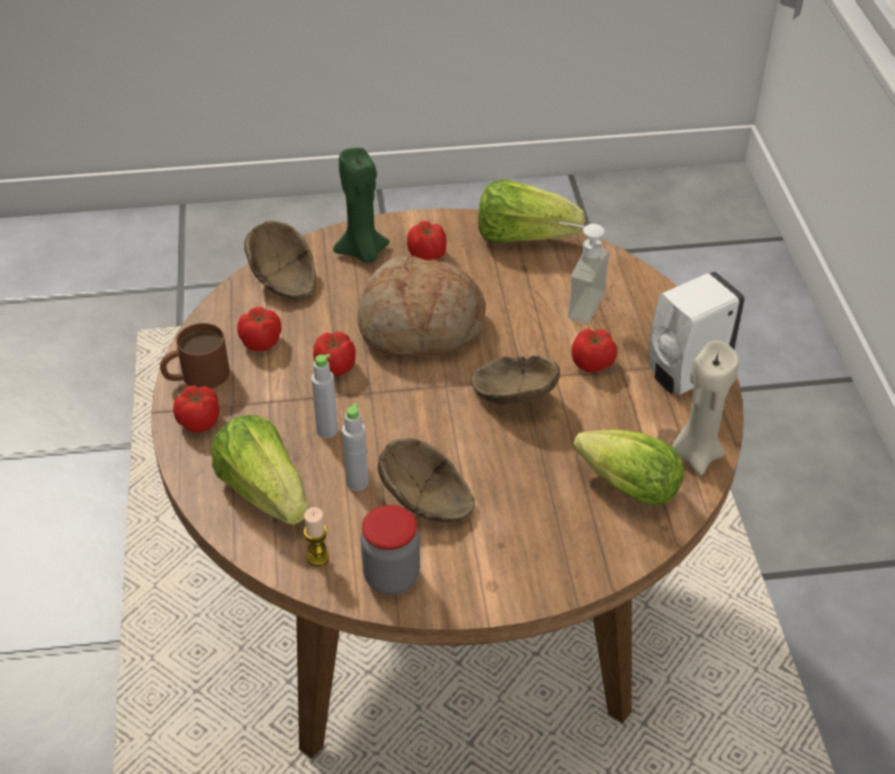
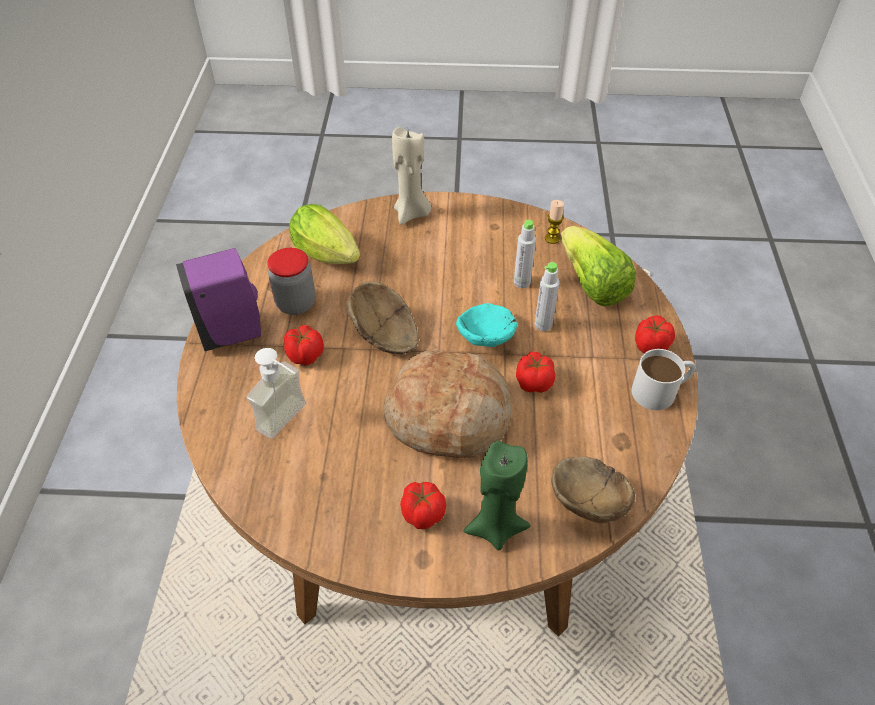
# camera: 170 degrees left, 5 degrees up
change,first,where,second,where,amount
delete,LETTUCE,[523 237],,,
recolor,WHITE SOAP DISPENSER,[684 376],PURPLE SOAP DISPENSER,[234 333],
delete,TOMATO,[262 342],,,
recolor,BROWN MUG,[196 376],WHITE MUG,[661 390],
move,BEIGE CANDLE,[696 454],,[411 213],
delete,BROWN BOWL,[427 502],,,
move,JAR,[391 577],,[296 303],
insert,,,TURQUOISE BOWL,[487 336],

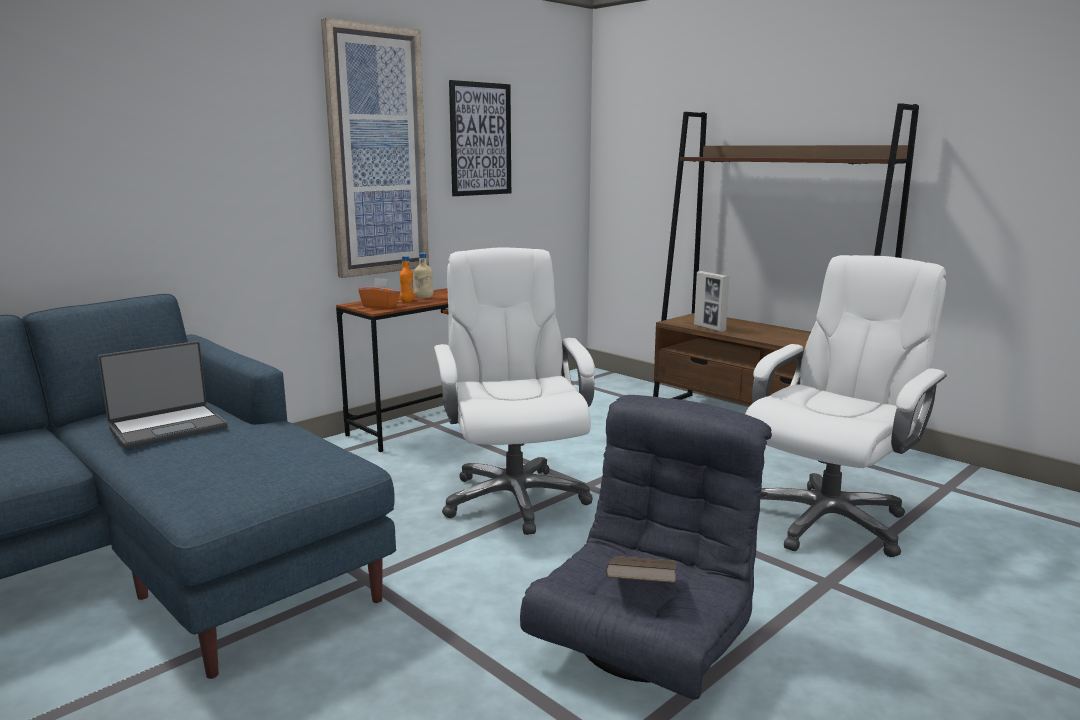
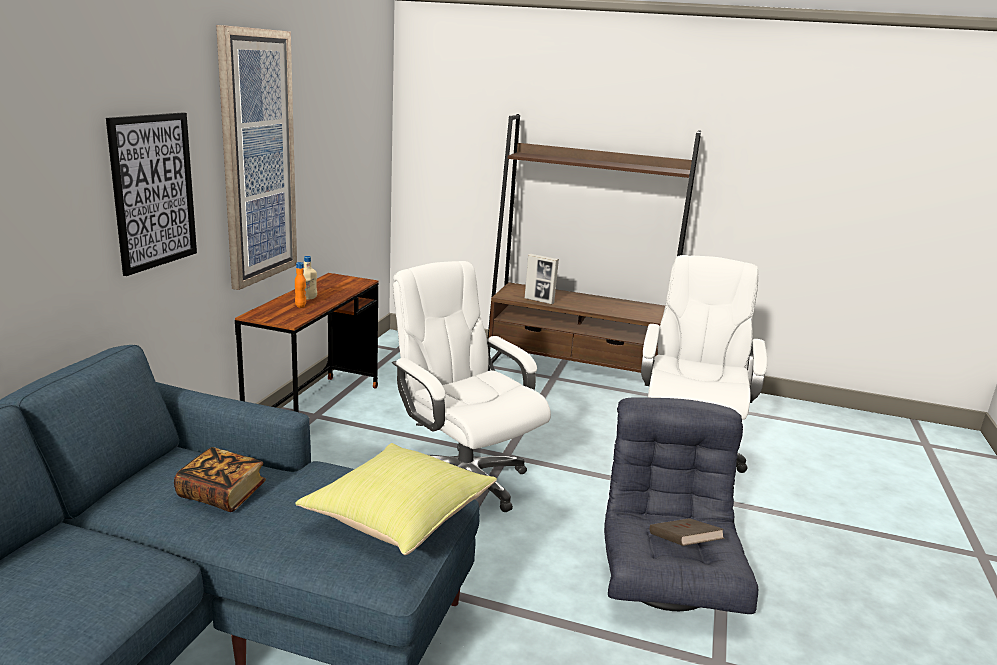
# camera: 30 degrees left, 5 degrees up
change,first,where,second,where,amount
move,PICTURE,[480 139],,[153 191],
delete,ORANGE TISSUE BOX,[380 306],,,
replace,LAPTOP,[168 428],BOOK,[222 494],
insert,,,YELLOW PILLOW,[399 518],

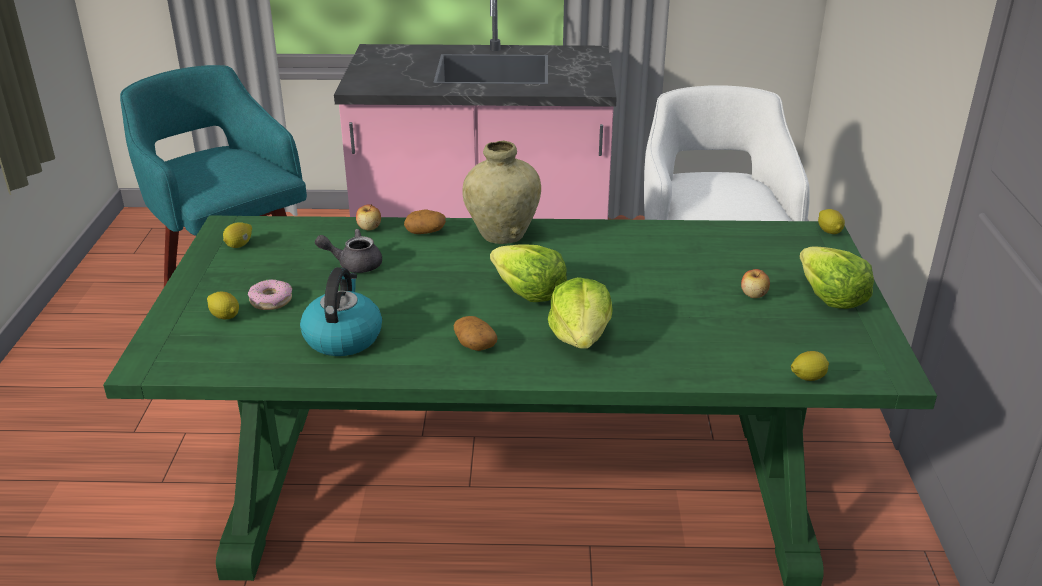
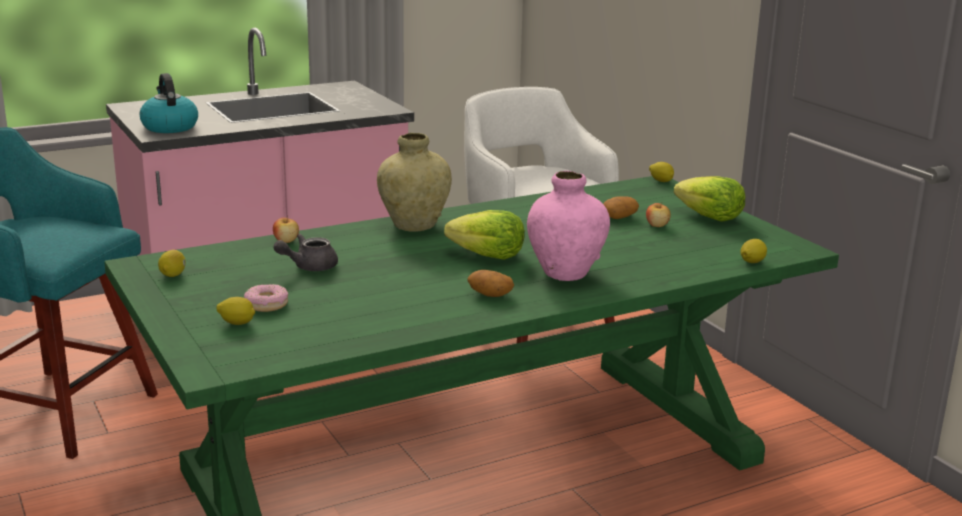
# camera: 30 degrees left, 10 degrees down
change,first,where,second,where,amount
move,POTATO,[425 231],,[619 217],
move,KETTLE,[343 337],,[169 127],
replace,LETTUCE,[580 336],PINK VASE,[565 273],

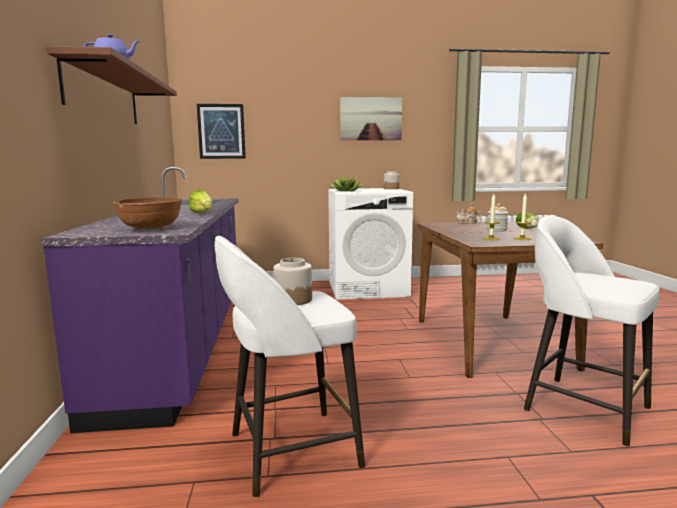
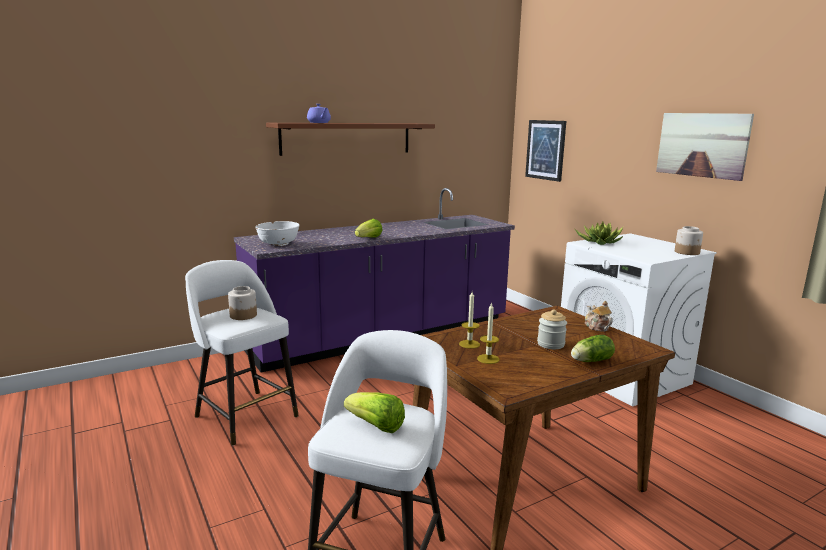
# camera: 65 degrees right, 5 degrees up
change,first,where,second,where,amount
recolor,BROWN BOWL,[150 229],WHITE BOWL,[278 244],
insert,,,LETTUCE,[376 426],

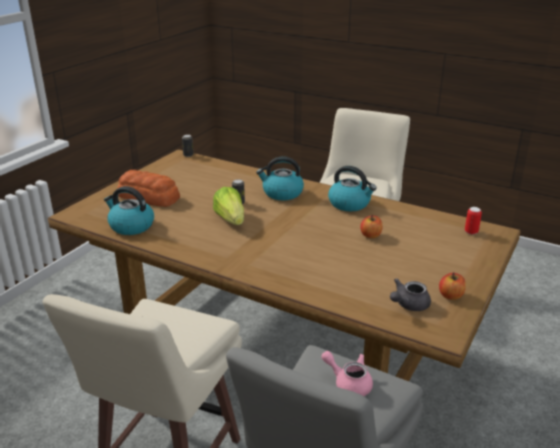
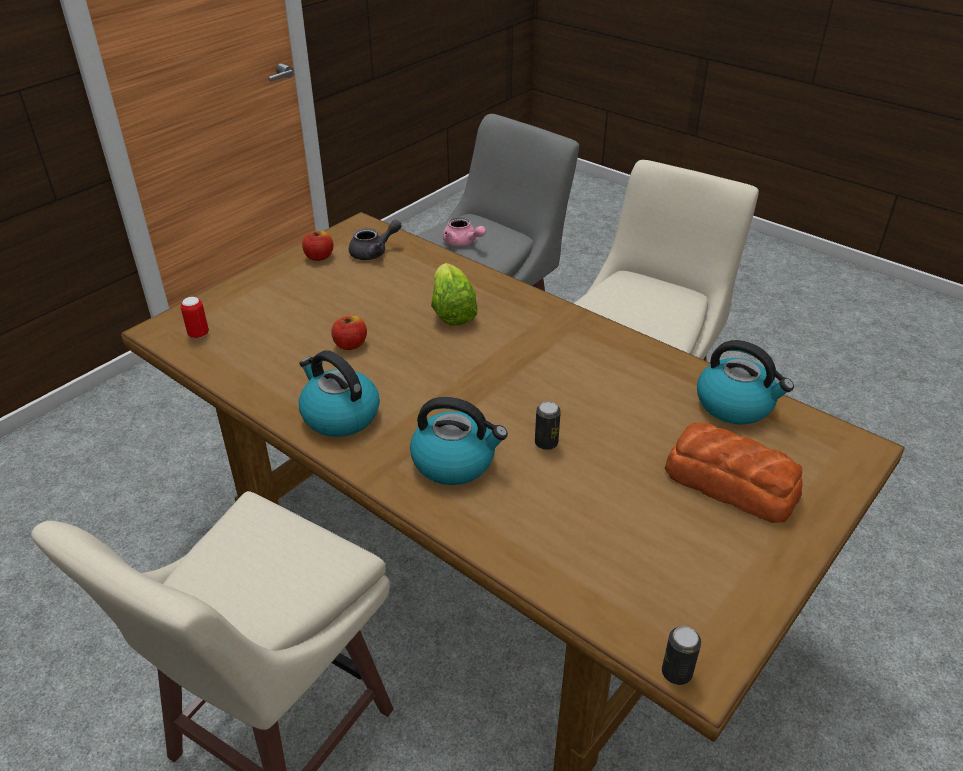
# camera: 170 degrees left, 10 degrees up
change,first,where,second,where,amount
move,LETTUCE,[231 219],,[452 311],

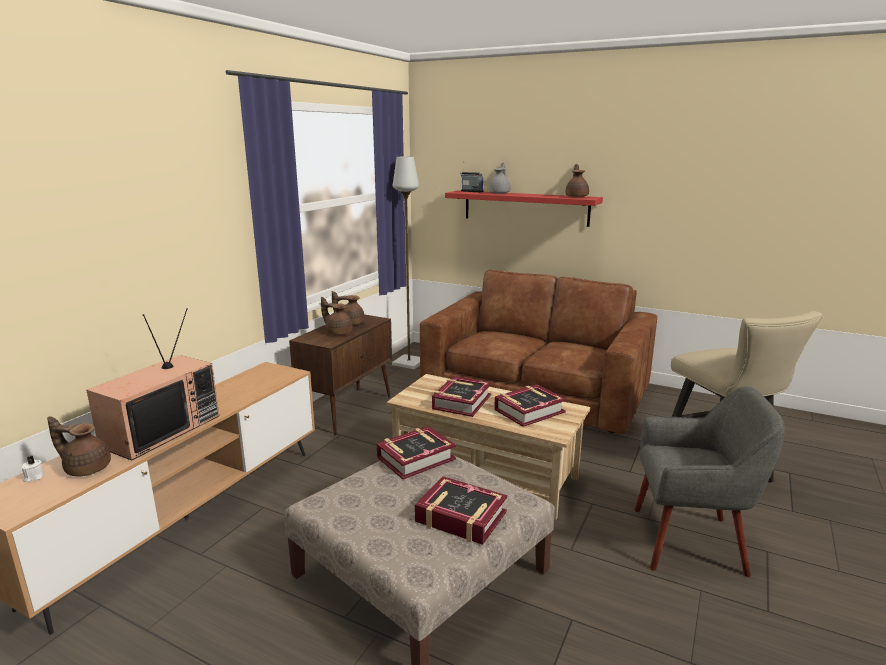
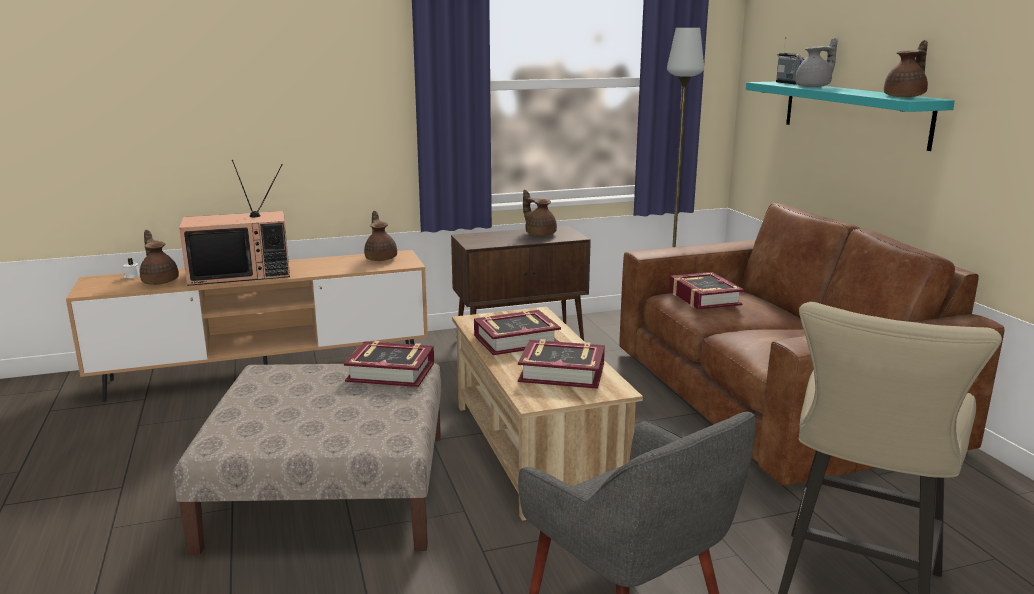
# camera: 45 degrees right, 0 degrees up
change,first,where,second,where,amount
recolor,RED SHELF,[525 208],TURQUOISE SHELF,[853 112],
move,BROWN TEAPOT,[338 332],,[381 258],
move,BOOK,[460 517],,[704 298],

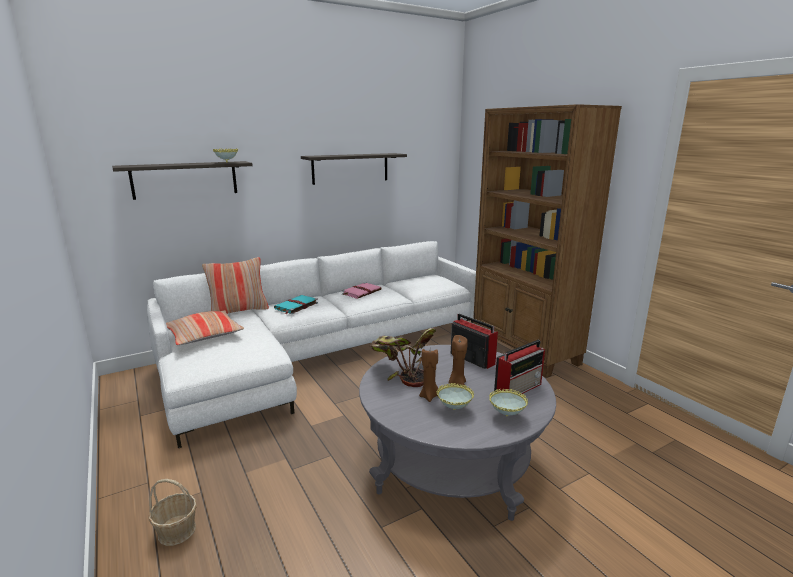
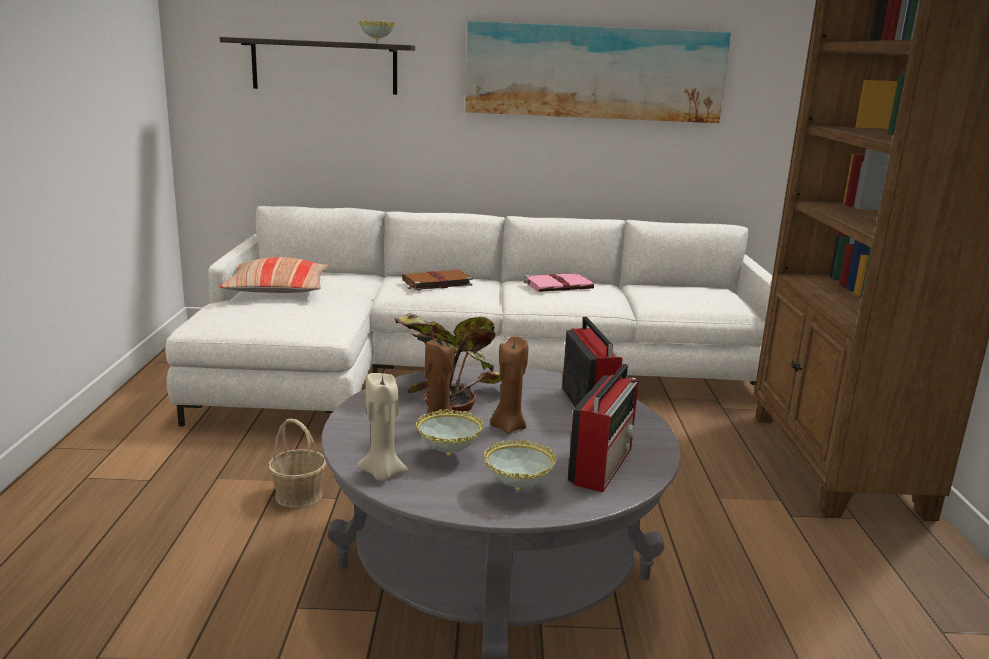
# camera: 30 degrees right, 0 degrees up
change,first,where,second,where,amount
replace,SHELF,[350 168],PICTURE,[594 72],
delete,PILLOW,[239 311],,,
recolor,TURQUOISE BOOK,[296 306],BROWN BOOK,[435 282],
rotate,RADIO,[519 388],,[602 464],60 degrees counterclockwise
move,BASKET,[177 531],,[299 495],
insert,,,BEIGE CANDLE,[382 474],

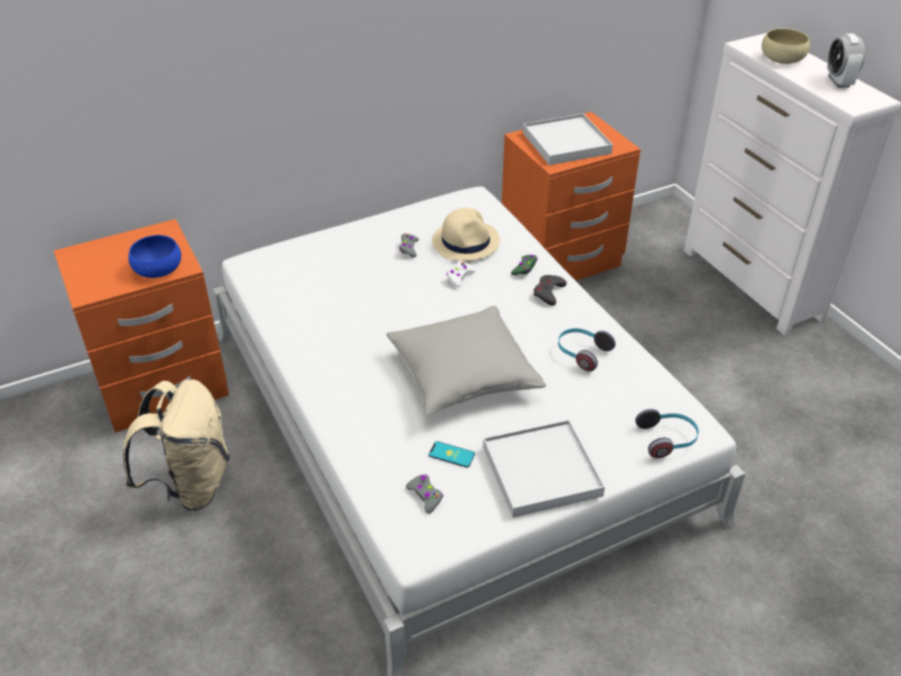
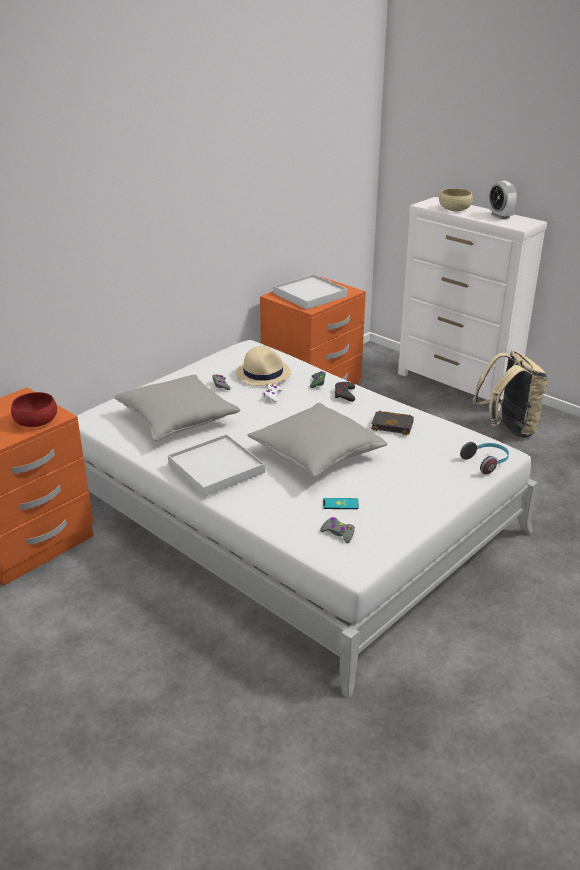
# camera: 20 degrees left, 10 degrees down
change,first,where,second,where,amount
recolor,BLUE BOWL,[158 268],RED BOWL,[36 421],
replace,HEADPHONES,[582 353],BLACK BOOK,[393 425],
move,BEIGE BACKPACK,[191 485],,[507 429],
move,WHITE TRAY,[541 471],,[216 468],
insert,,,GREY PILLOW,[177 419],

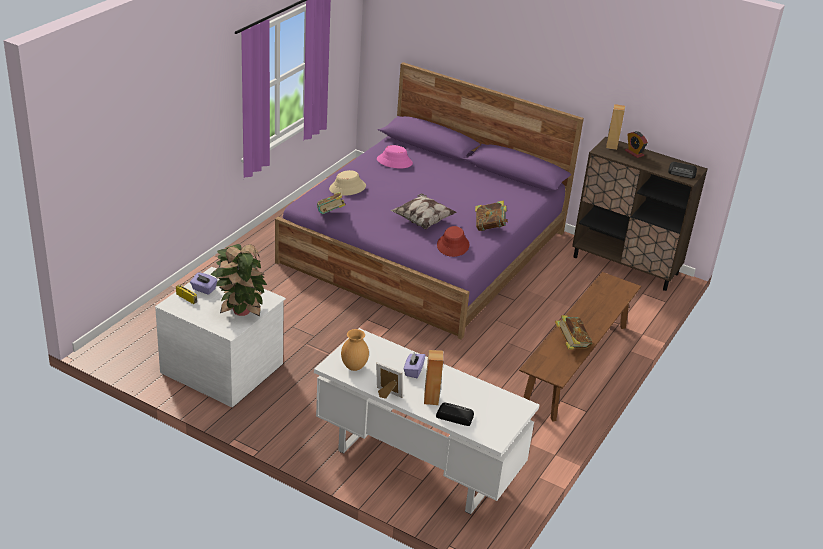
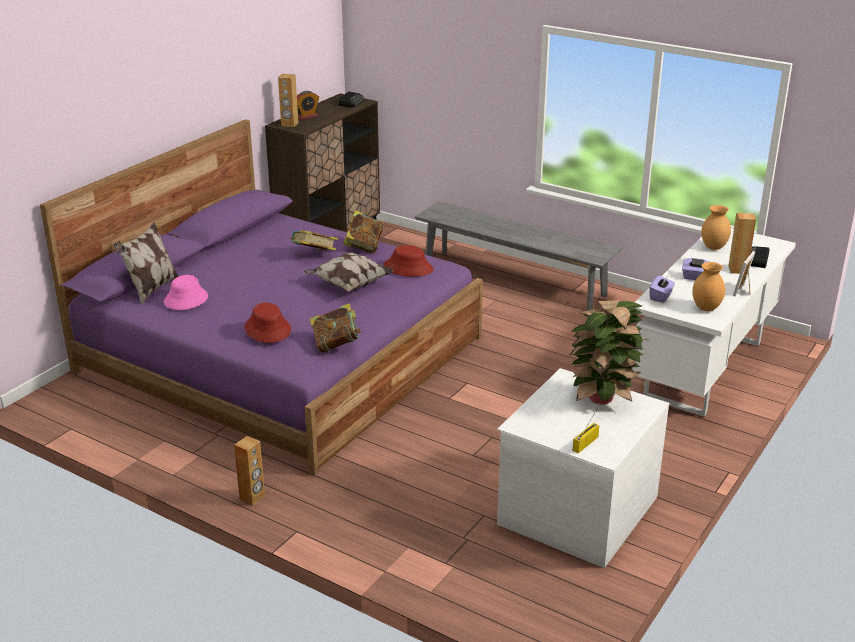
# camera: 85 degrees left, 5 degrees down
change,first,where,second,where,amount
recolor,BEIGE HAT,[347 188],RED HAT,[268 329],
recolor,BROWN BENCH,[576 365],GREY BENCH,[513 279],
move,PURPLE TISSUE BOX,[203 289],,[661 297],
move,BOOK,[571 344],,[314 255],
insert,,,BROWN VASE,[714 247],
insert,,,PILLOW,[151 289],
insert,,,BROWN SPEAKER,[252 498],

